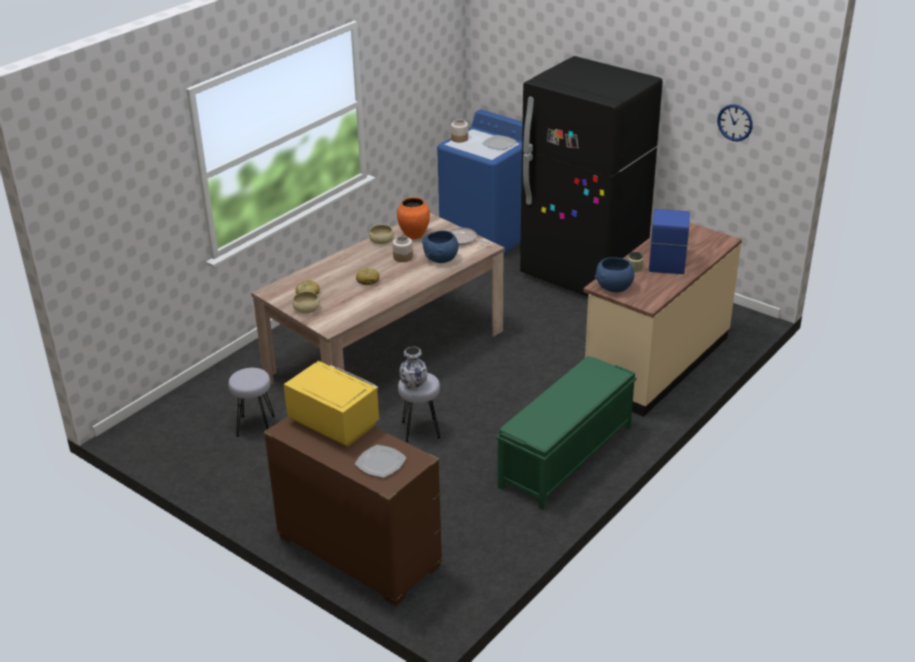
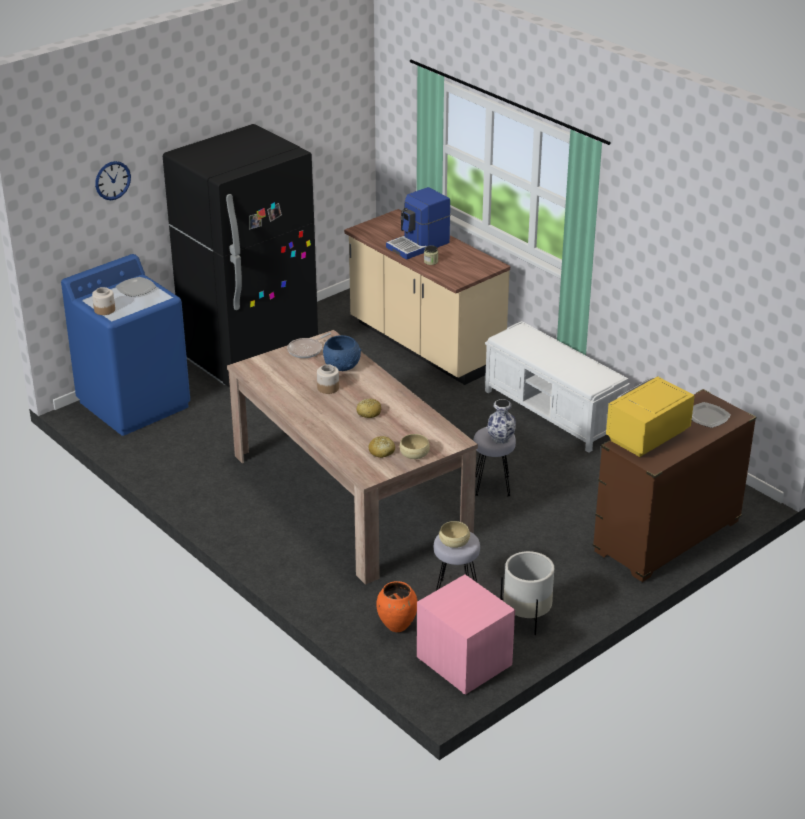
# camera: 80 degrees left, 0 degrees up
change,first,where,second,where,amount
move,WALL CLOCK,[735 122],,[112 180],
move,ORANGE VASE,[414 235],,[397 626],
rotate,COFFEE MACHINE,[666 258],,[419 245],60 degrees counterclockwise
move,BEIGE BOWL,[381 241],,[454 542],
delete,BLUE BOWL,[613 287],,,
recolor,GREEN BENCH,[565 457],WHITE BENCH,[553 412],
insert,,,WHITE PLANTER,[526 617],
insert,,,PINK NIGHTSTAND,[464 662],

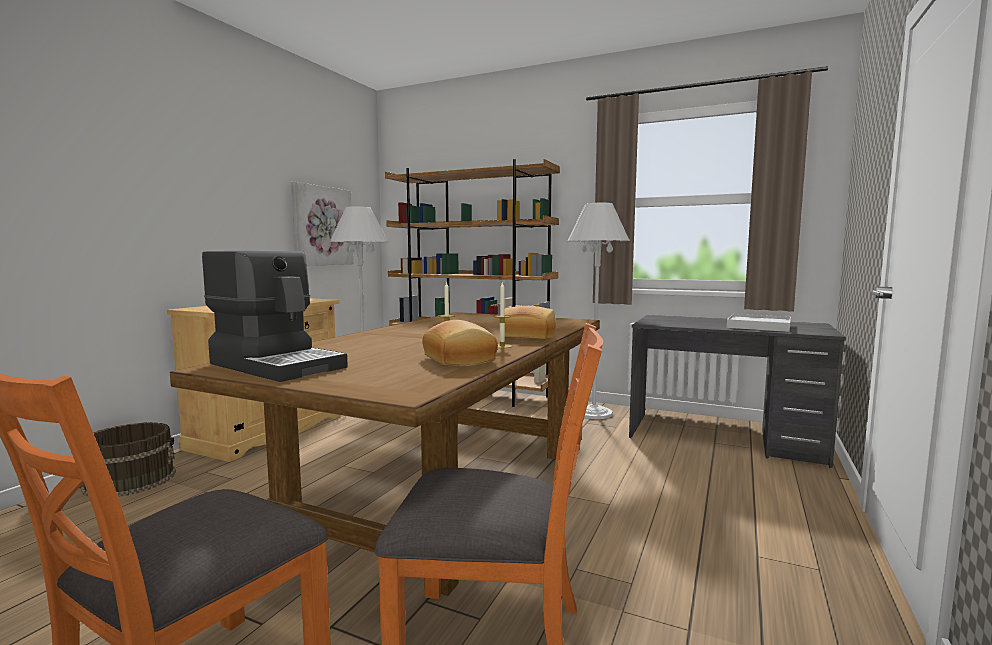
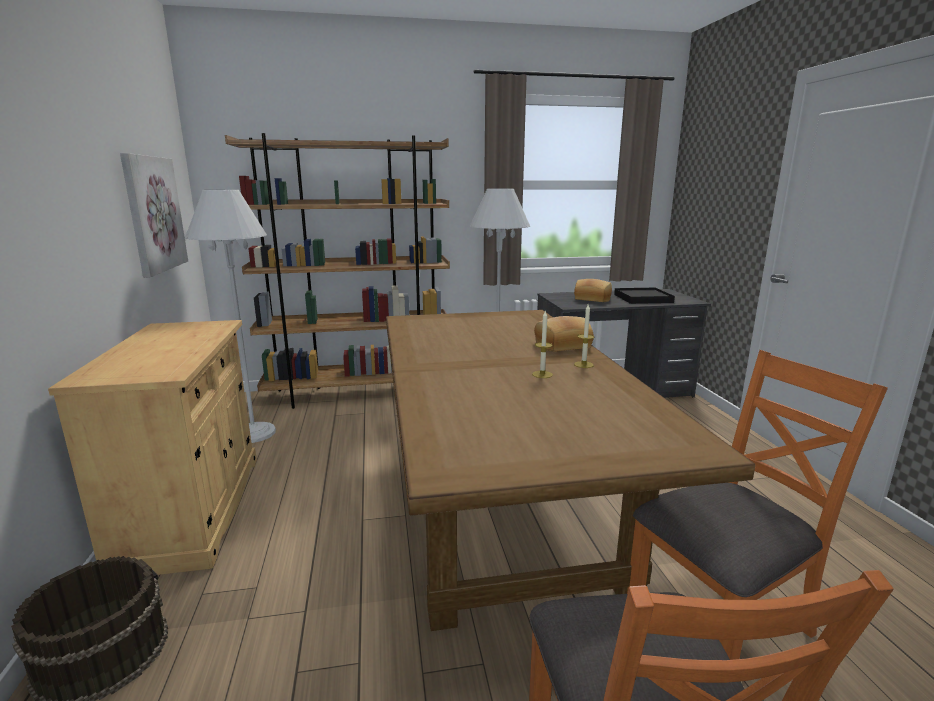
# camera: 35 degrees left, 10 degrees up
change,first,where,second,where,amount
delete,COFFEE MACHINE,[278 365],,,
recolor,WHITE TRAY,[758 326],BLACK TRAY,[642 298],
move,BREAD,[461 359],,[592 299],

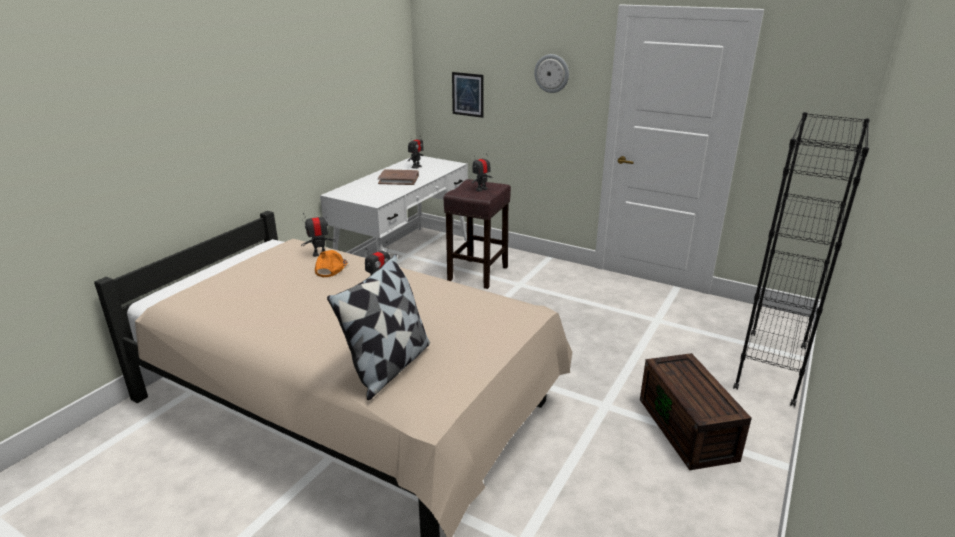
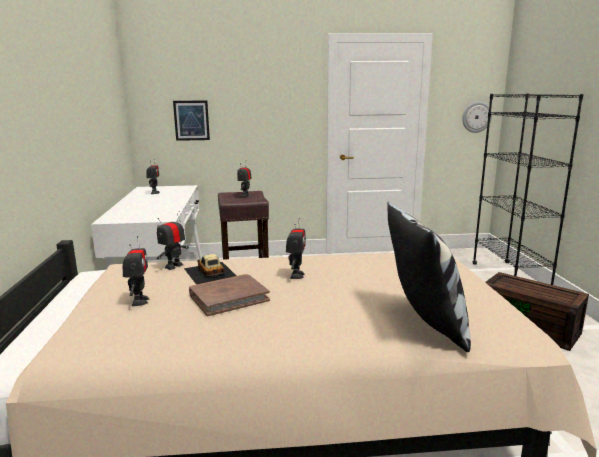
# camera: 35 degrees left, 10 degrees down
change,first,where,second,where,amount
move,WALL CLOCK,[552 73],,[476 117],
move,BROWN BOOK,[398 179],,[229 298],
replace,ORANGE CAP,[330 268],TOY CAR,[210 272],
insert,,,TOY ROBOT,[139 301],

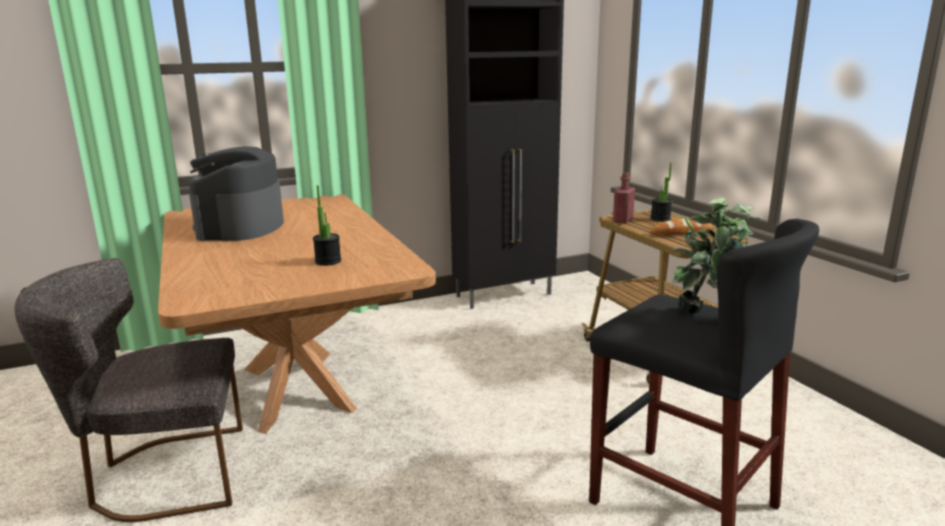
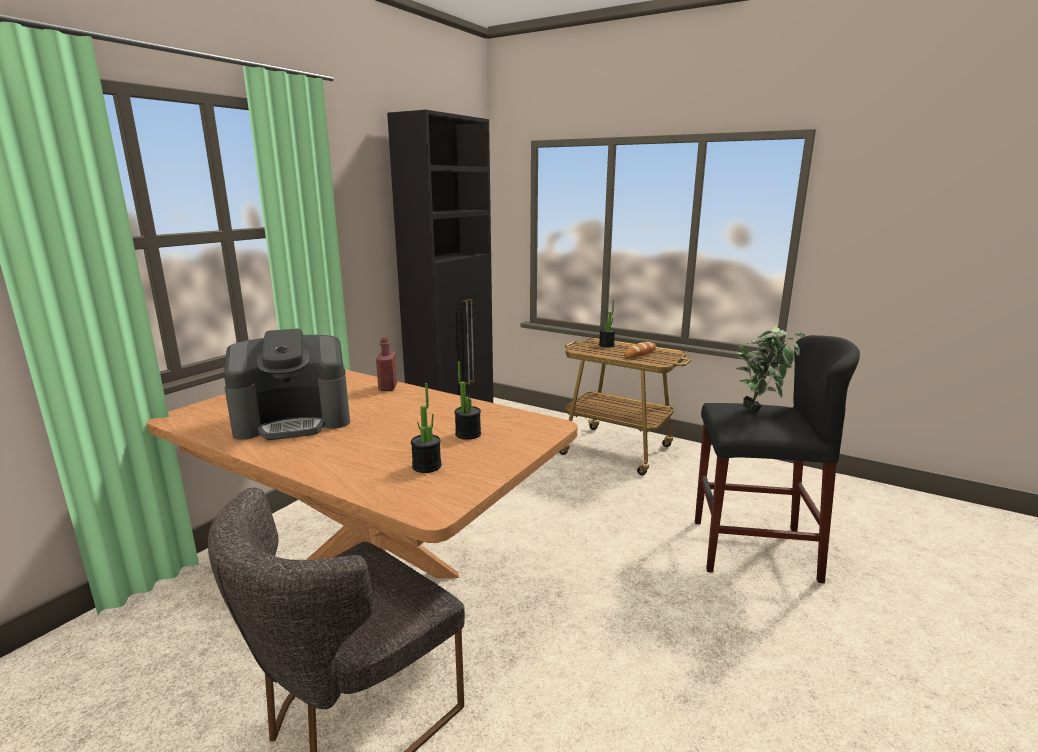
# camera: 35 degrees left, 0 degrees up
change,first,where,second,where,amount
rotate,COFFEE MACHINE,[241 227],,[294 420],75 degrees counterclockwise
move,RED BOTTLE,[622 220],,[388 387],
insert,,,POTTED PLANT,[427 466],

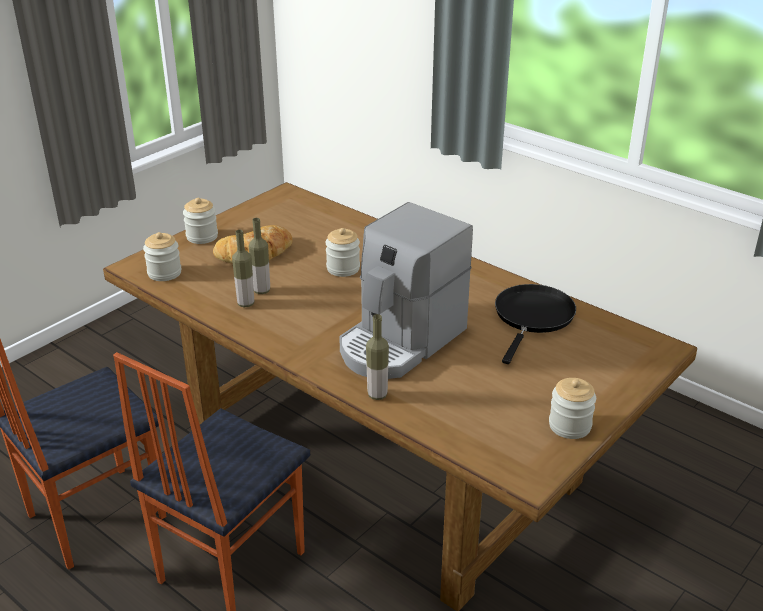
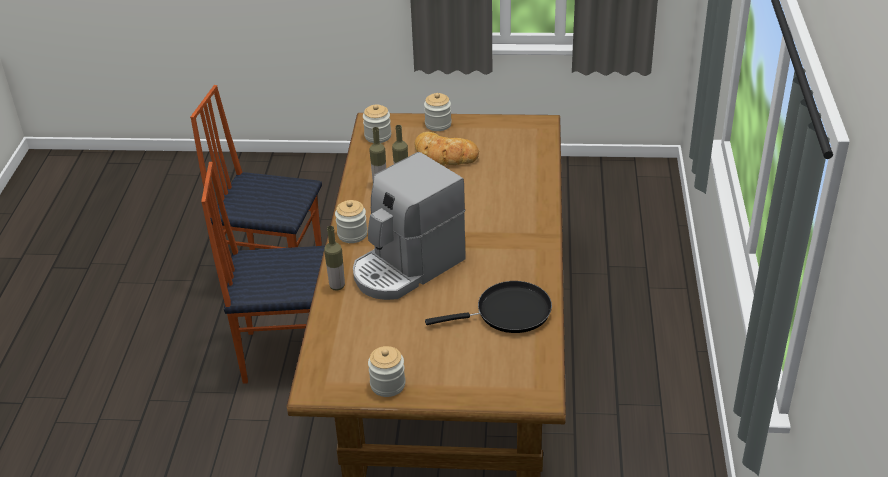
# camera: 55 degrees right, 5 degrees up
change,first,where,second,where,amount
rotate,COFFEE MACHINE,[400 342],,[407 267],45 degrees counterclockwise
move,JAR,[343 268],,[352 234],

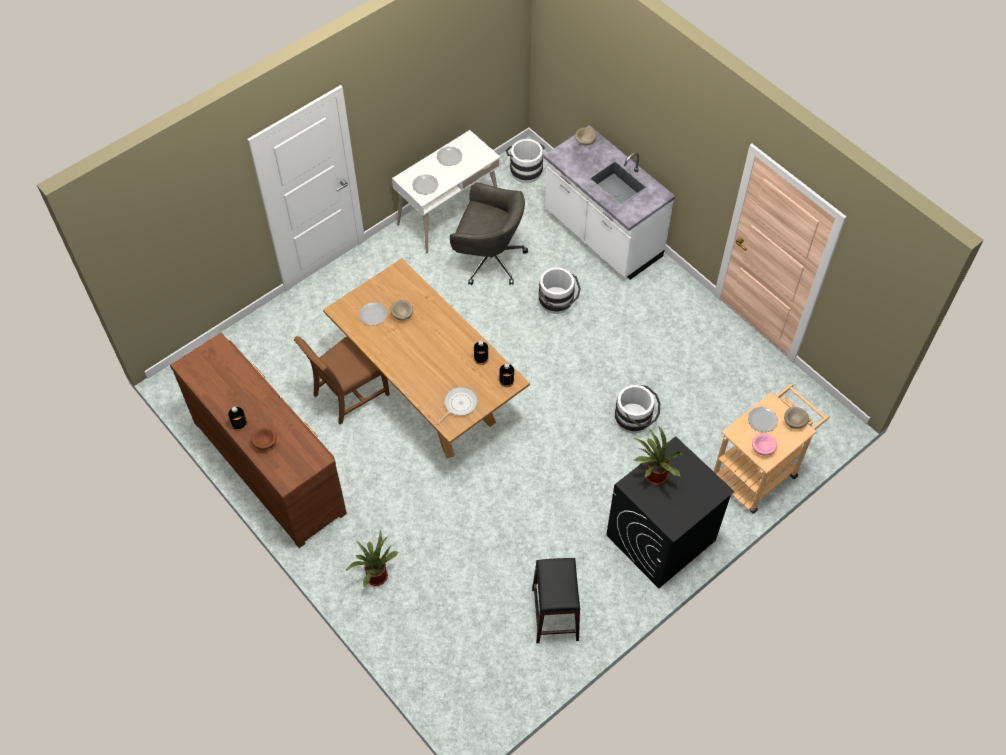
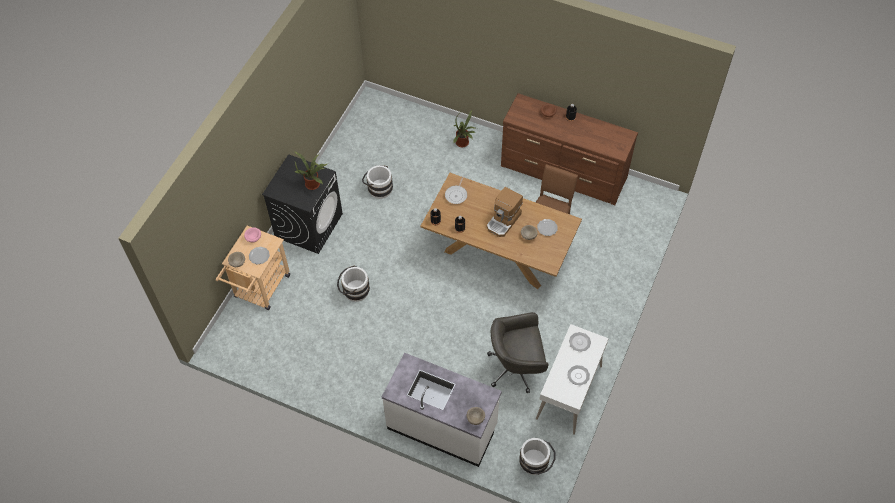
# camera: 155 degrees right, 0 degrees up
change,first,where,second,where,amount
move,WHITE BUCKET,[557 303],,[378 188],
delete,BLACK STOOL,[555 614],,,
insert,,,COFFEE MACHINE,[504 221],

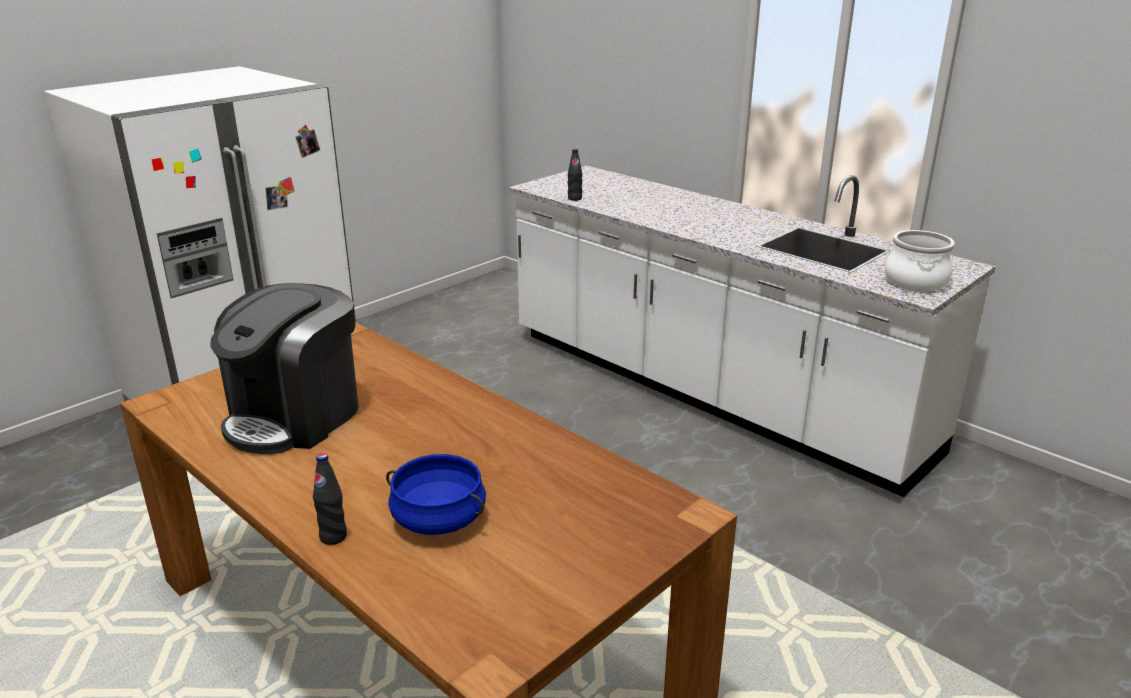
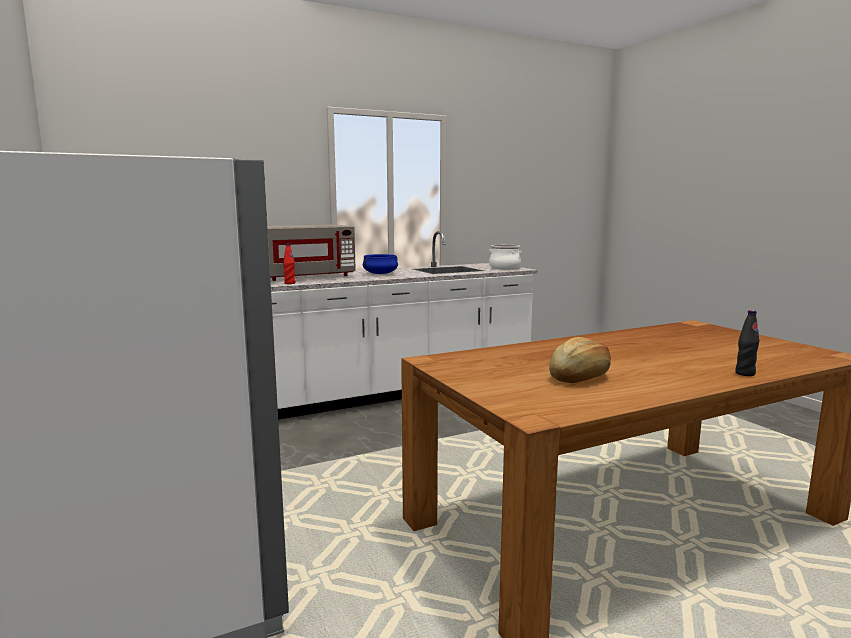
# camera: 70 degrees left, 15 degrees down
change,first,where,second,where,amount
recolor,BLACK BOTTLE,[574 198],RED BOTTLE,[290 283],
replace,COFFEE MACHINE,[295 417],BREAD,[579 377],
move,BLUE COOKING POT,[438 519],,[380 273],
insert,,,GREY MICROWAVE,[306 277],

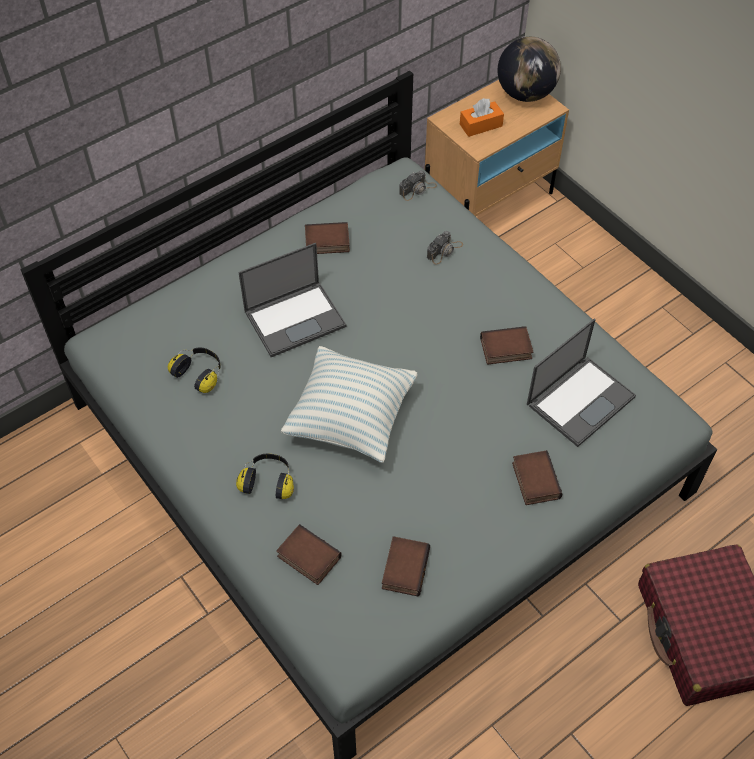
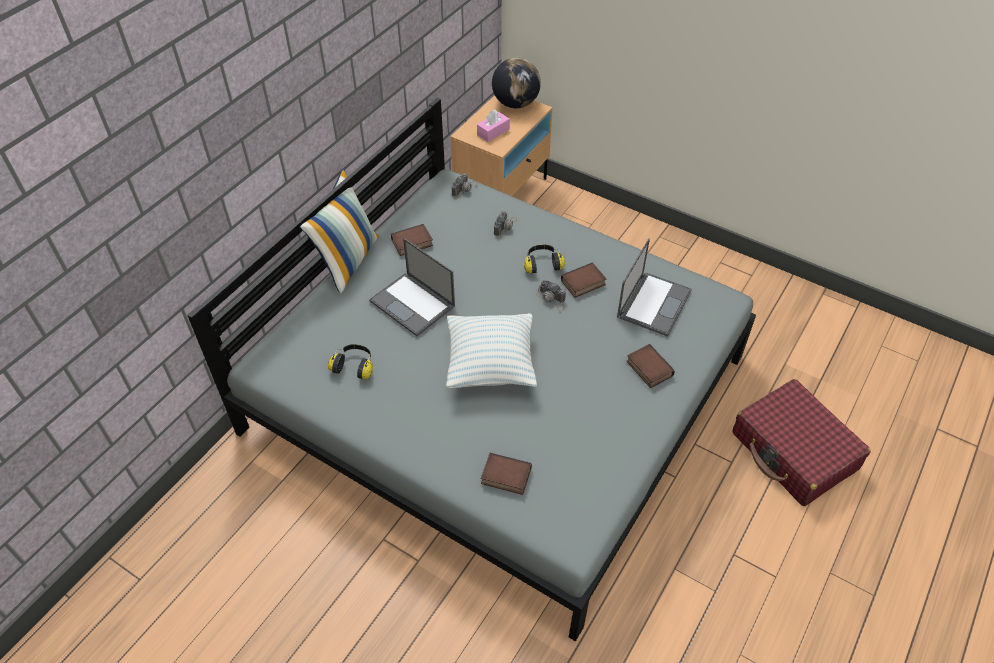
# camera: 20 degrees left, 5 degrees down
change,first,where,second,where,amount
recolor,ORANGE TISSUE BOX,[481 125],PINK TISSUE BOX,[493 132],
rotate,LAPTOP,[296 318],,[413 304],90 degrees clockwise
move,HEADPHONES,[268 481],,[542 264],
delete,BOOK,[404 568],,,
insert,,,PILLOW,[347 260],
insert,,,PHOTO CAMERA,[552 299],

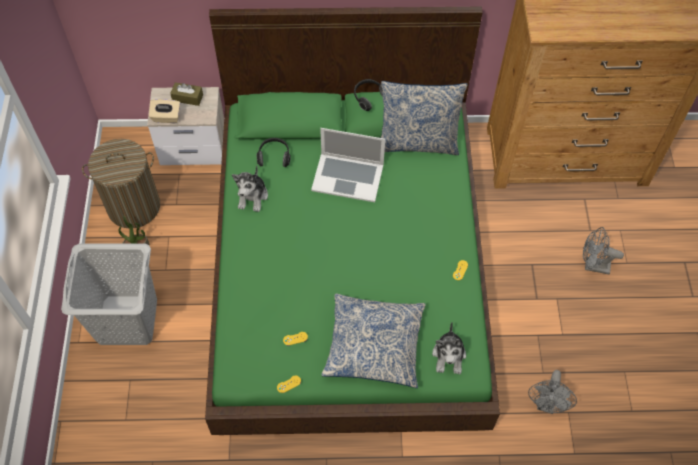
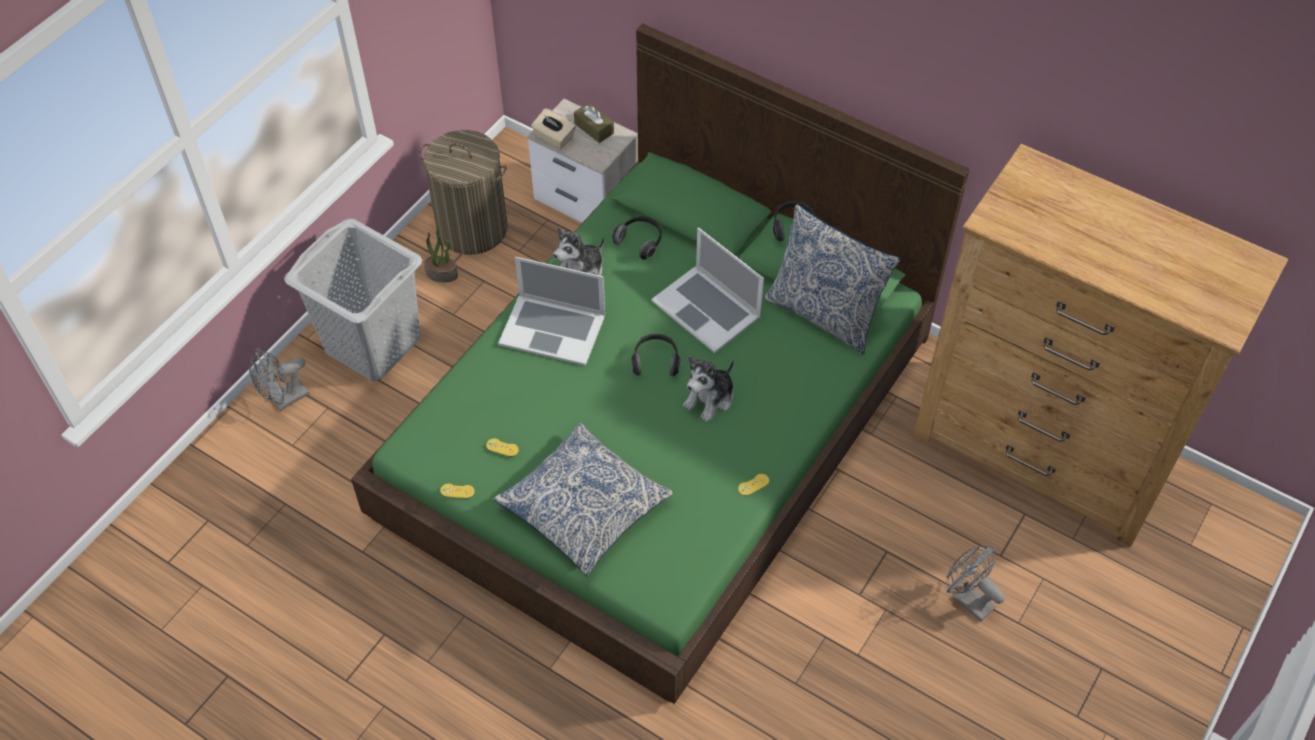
# camera: 35 degrees right, 5 degrees down
change,first,where,second,where,amount
move,PLUSH TOY,[449 355],,[710 399],
move,GREY FAN,[546 404],,[284 400],
insert,,,LAPTOP,[552 329],
insert,,,HEADPHONES,[655 361],

